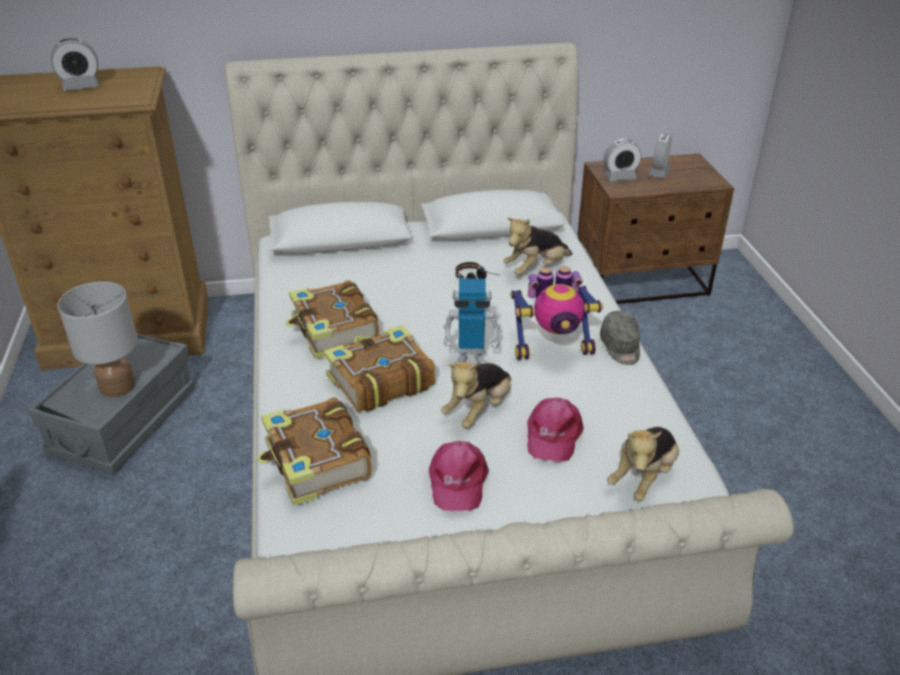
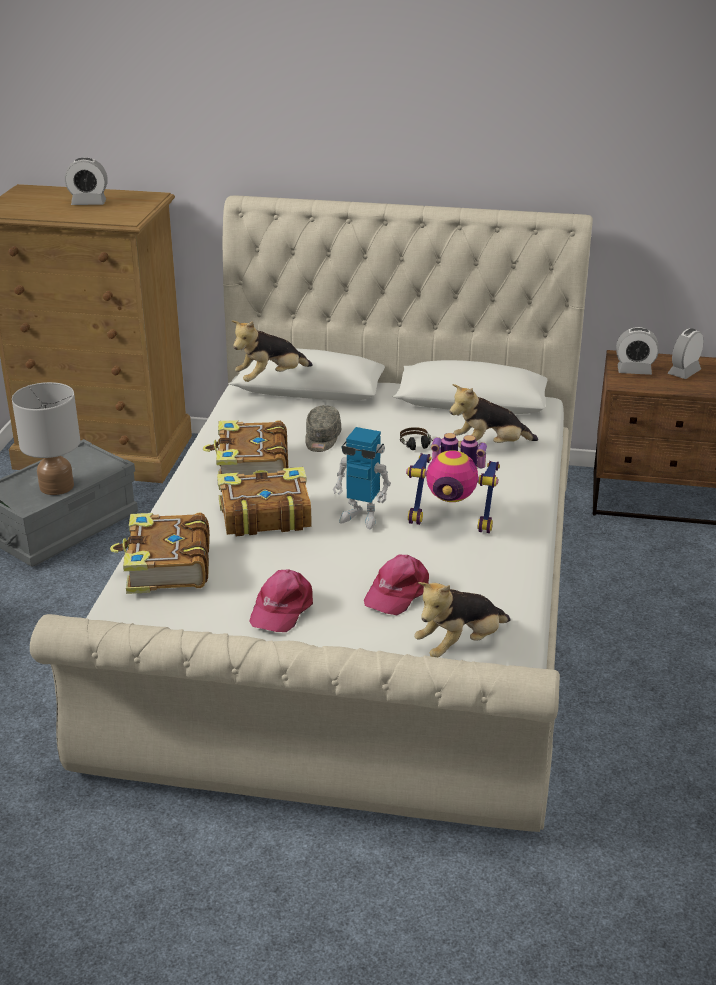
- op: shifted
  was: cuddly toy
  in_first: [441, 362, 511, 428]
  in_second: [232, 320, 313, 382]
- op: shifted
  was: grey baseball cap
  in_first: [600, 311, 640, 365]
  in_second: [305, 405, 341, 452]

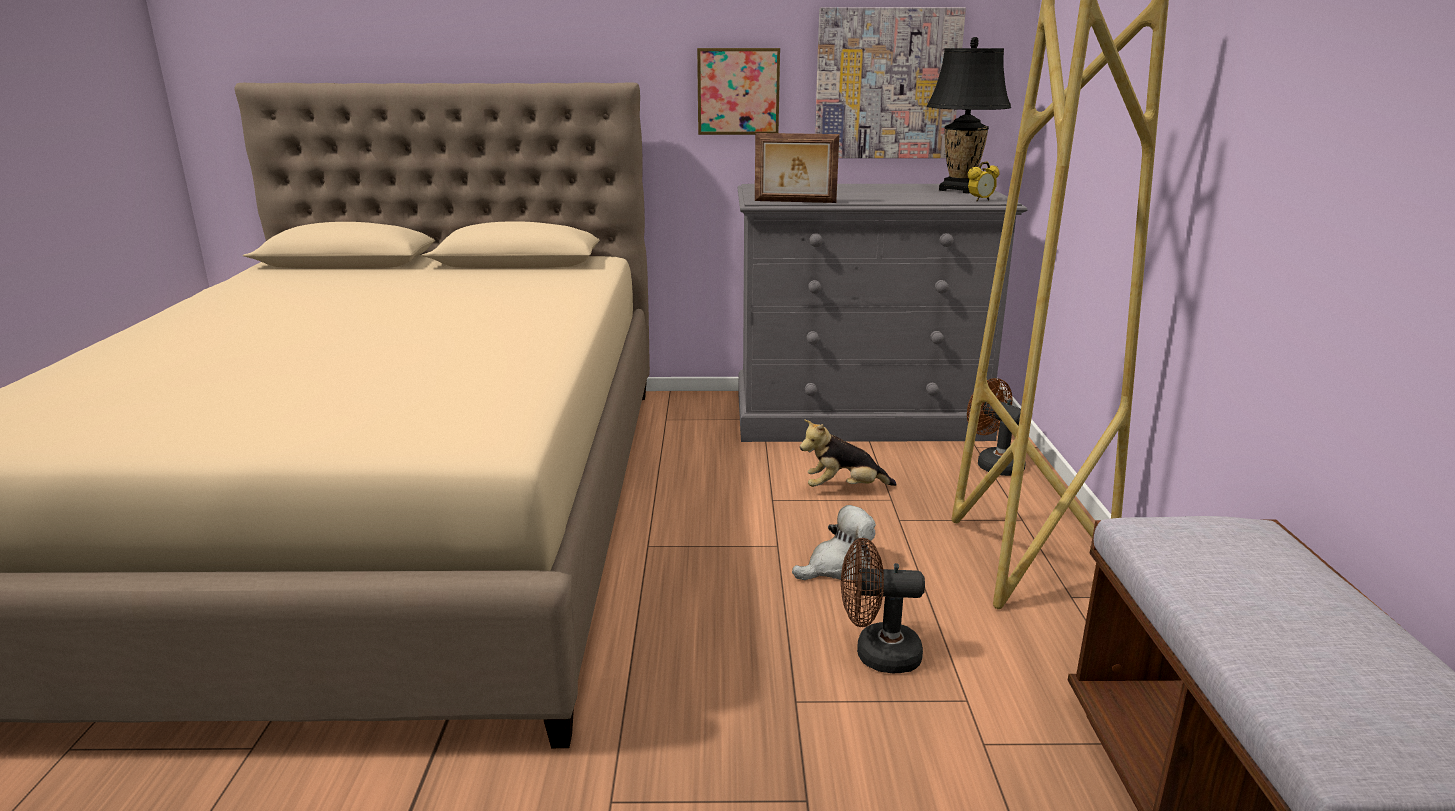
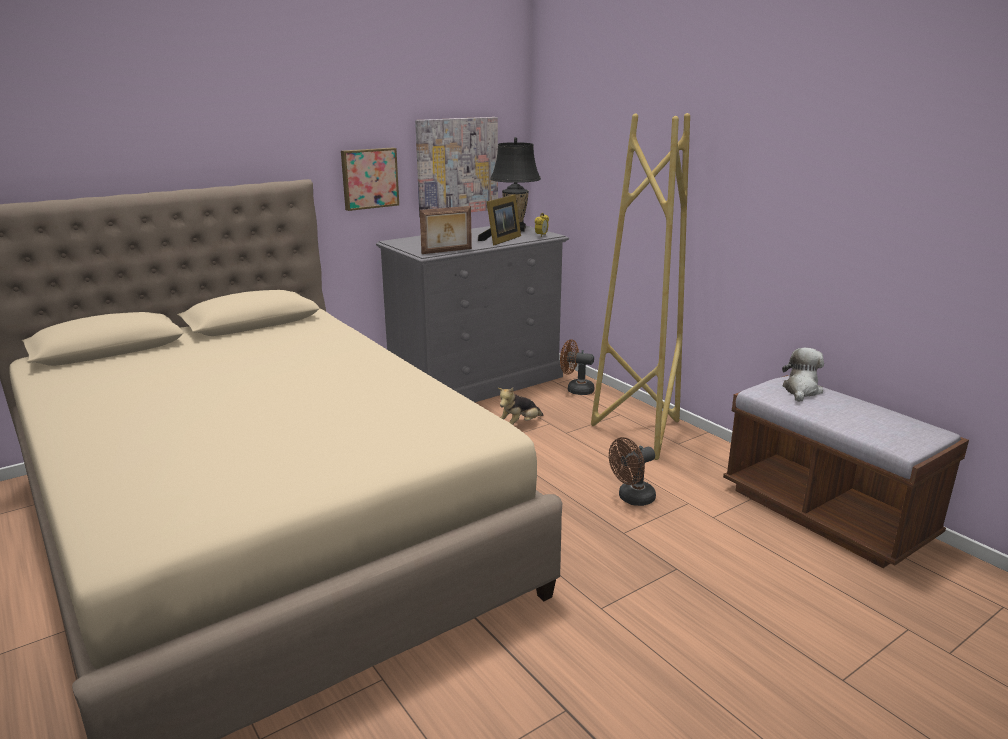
- op: new
  now: standing frame
  in_second: [478, 194, 521, 246]
- op: shifted
  was: cuddly toy
  in_first: [792, 505, 876, 580]
  in_second: [782, 348, 824, 402]

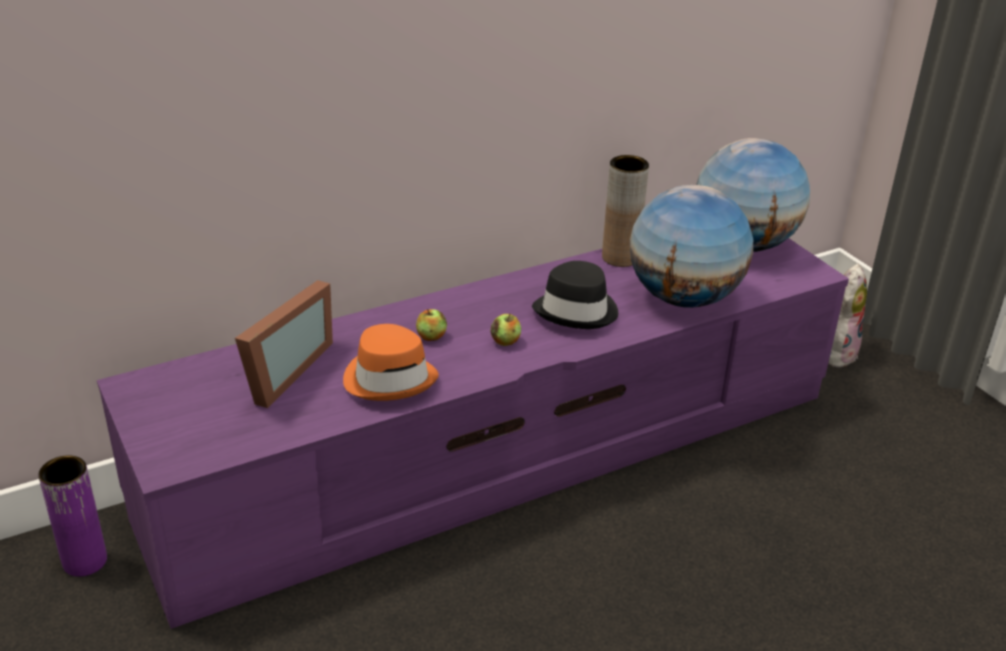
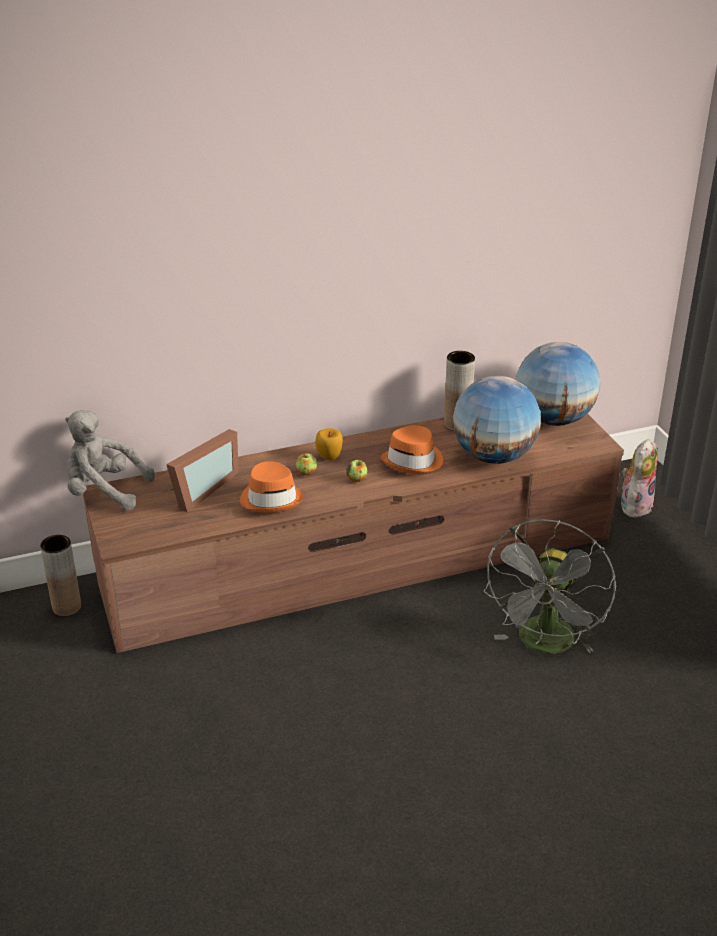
- op: new
  now: grey cuddly toy
  in_second: [65, 410, 155, 510]
- op: new
  now: apple fruit
  in_second: [315, 428, 343, 461]
- op: new
  now: grey fan
  in_second: [483, 519, 616, 654]
- op: repainted
  was: purple decorative vase
  now: brown decorative vase
  in_first: [38, 455, 107, 577]
  in_second: [40, 535, 81, 616]
- op: repainted
  was: purple tv stand
  now: brown tv stand
  in_first: [97, 238, 849, 629]
  in_second: [83, 413, 624, 653]
- op: repainted
  was: blackish hat
  now: orange-coloured hat
  in_first: [532, 261, 618, 329]
  in_second: [380, 425, 443, 474]

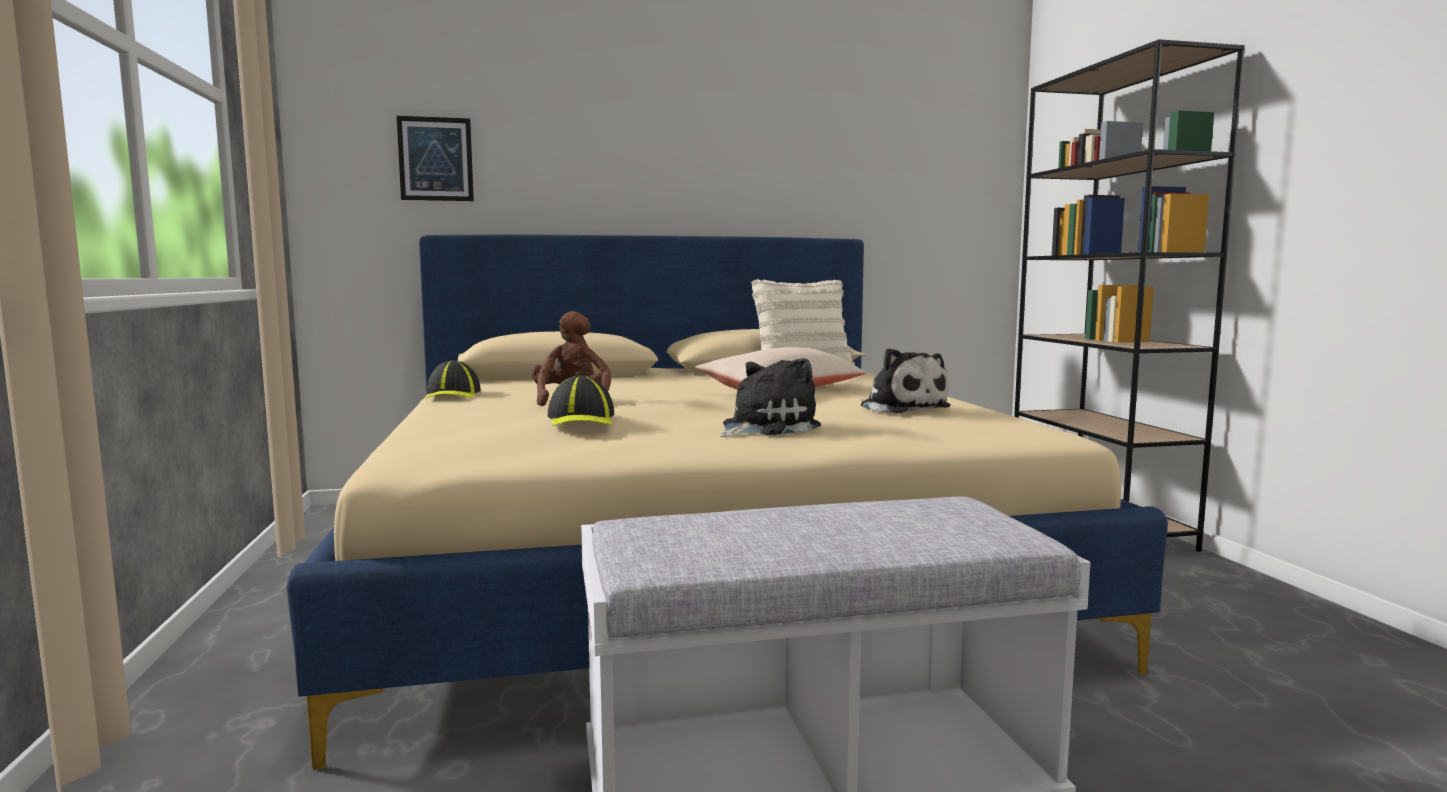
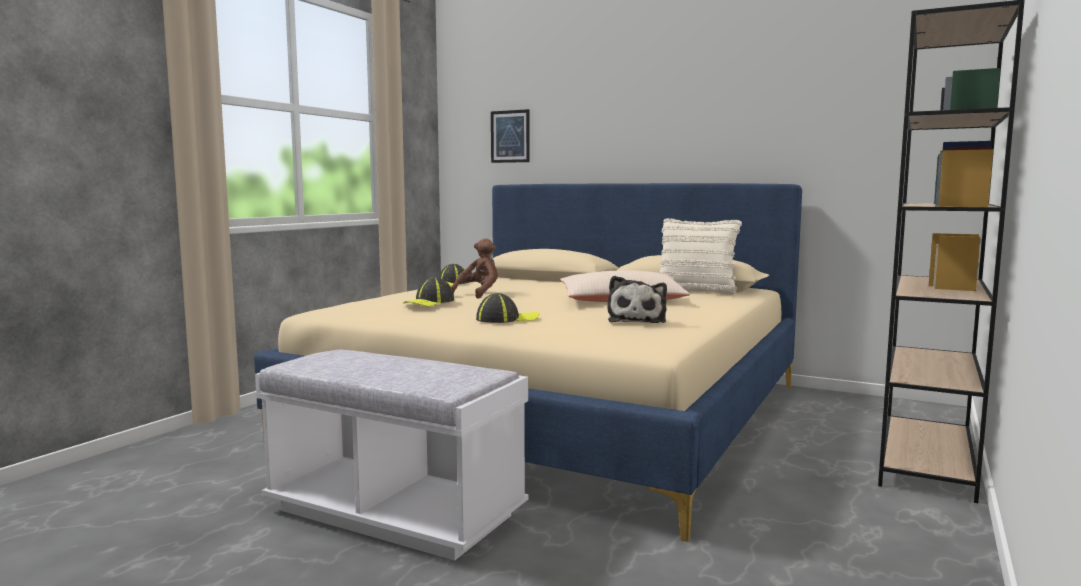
- op: swapped
  was: cuddly toy
  now: baseball cap
  in_first: [720, 358, 821, 437]
  in_second: [476, 293, 539, 323]

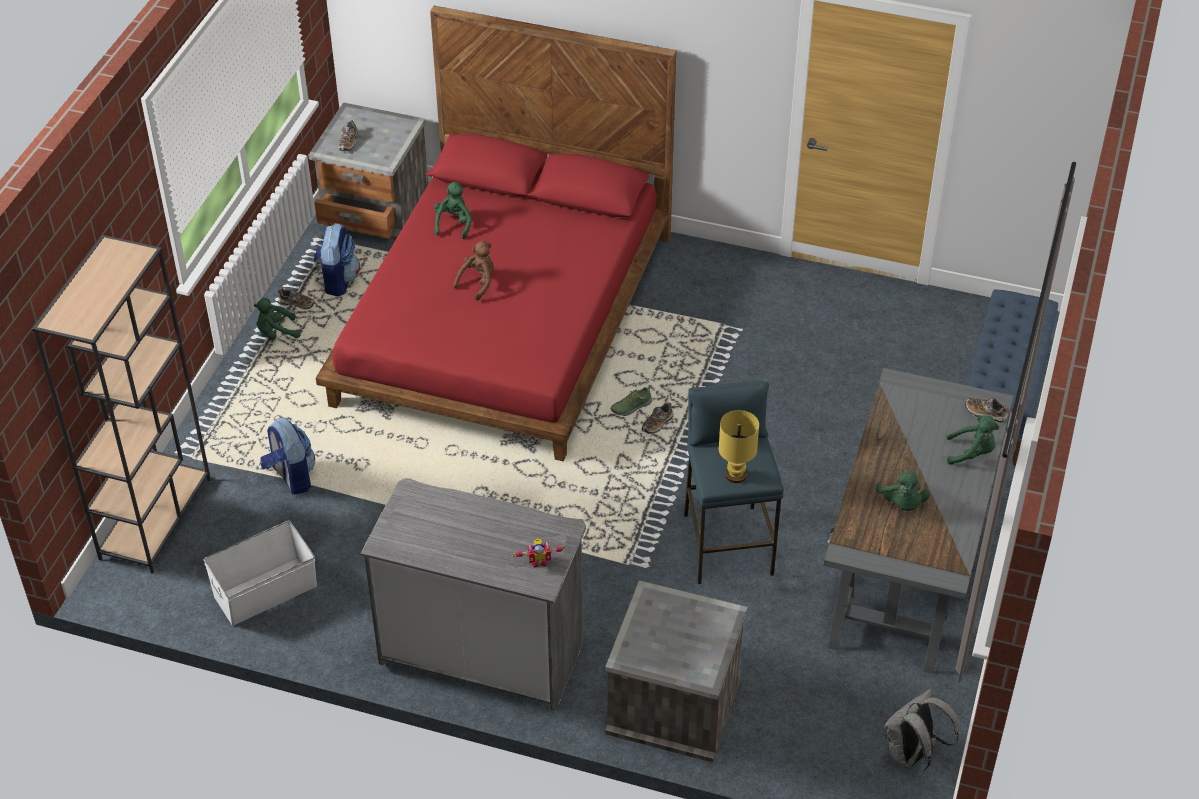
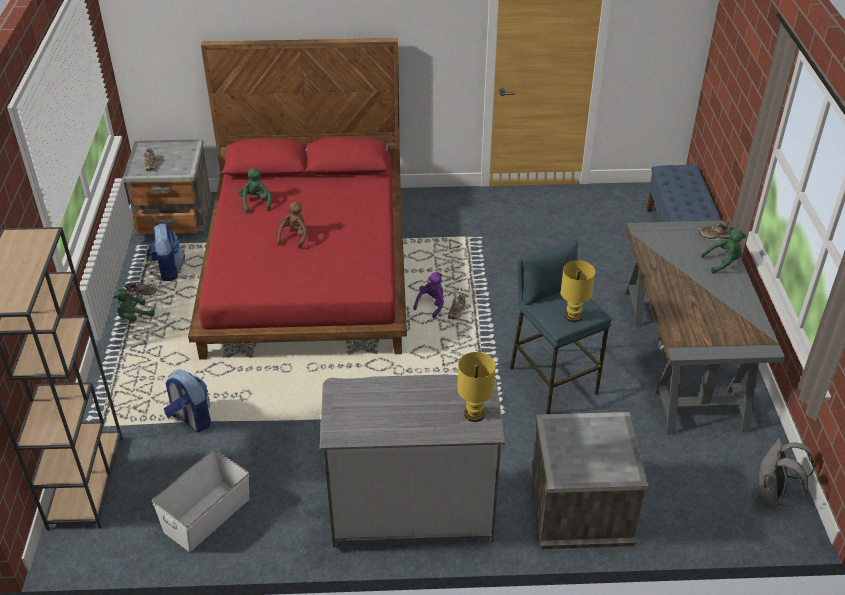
- op: gone
  was: greenish cuddly toy
  in_first: [876, 470, 931, 511]
- op: swapped
  was: model robot
  now: yellowish tabletop lamp
  in_first: [512, 538, 566, 568]
  in_second: [457, 352, 496, 422]
- op: swapped
  was: shoe
  now: purple cuddly toy
  in_first: [611, 387, 652, 416]
  in_second: [413, 272, 444, 318]

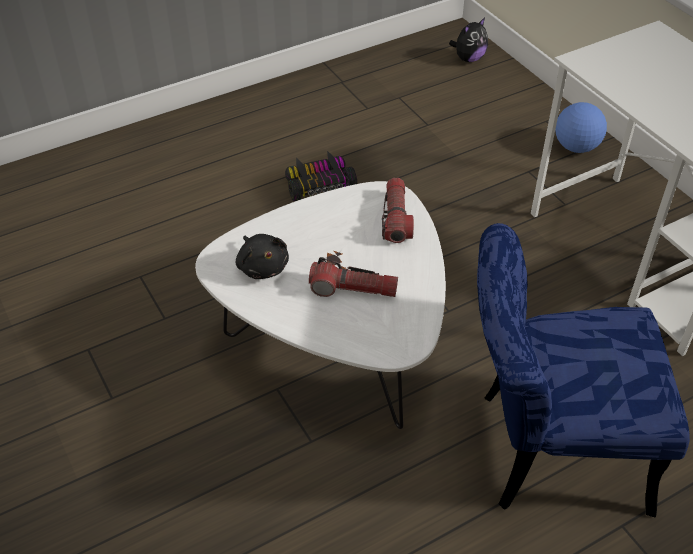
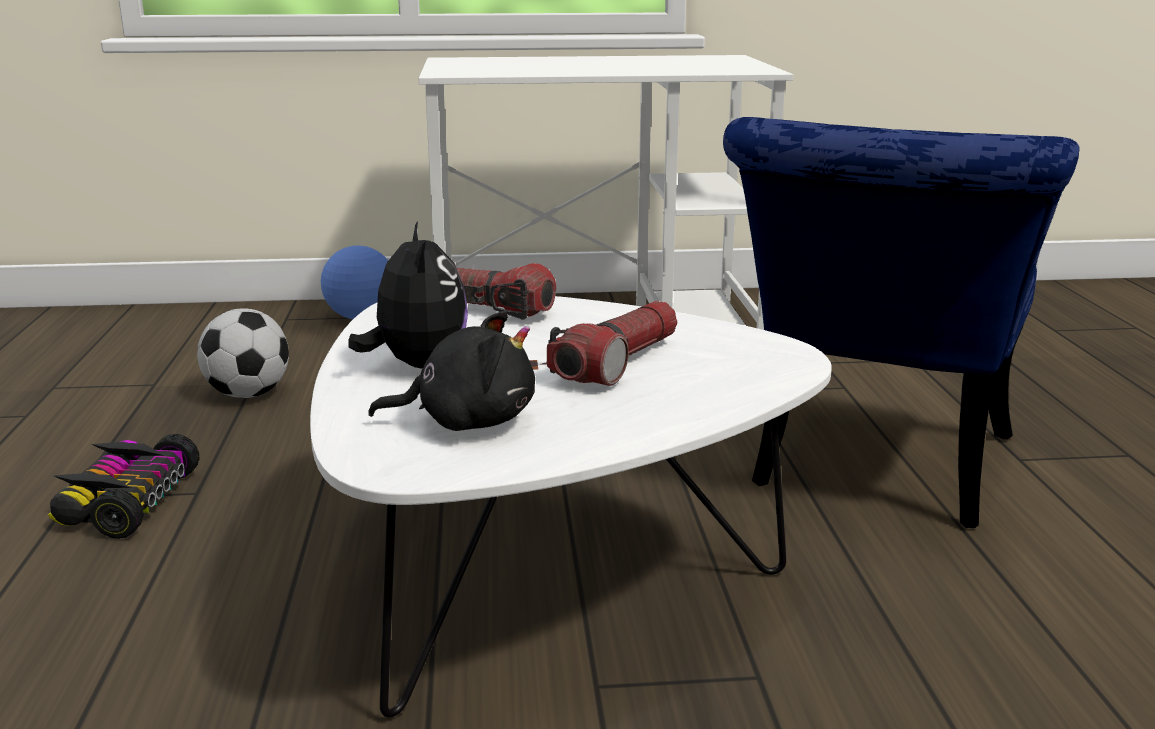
- op: new
  now: football ball
  in_second: [197, 308, 289, 398]
- op: shifted
  was: cuddly toy
  in_first: [449, 18, 488, 62]
  in_second: [348, 221, 468, 368]

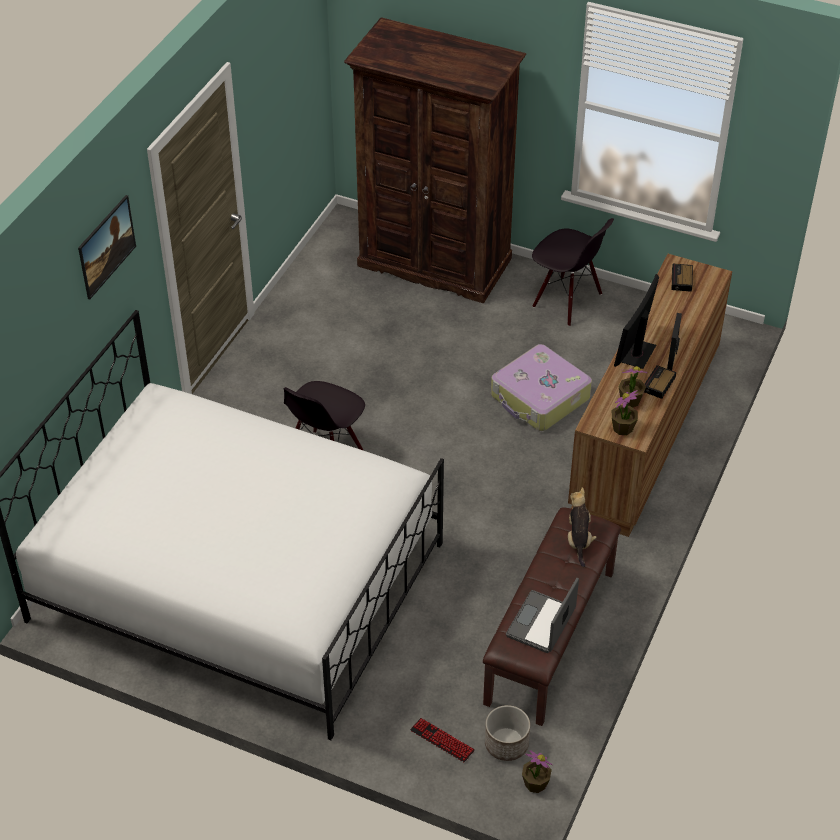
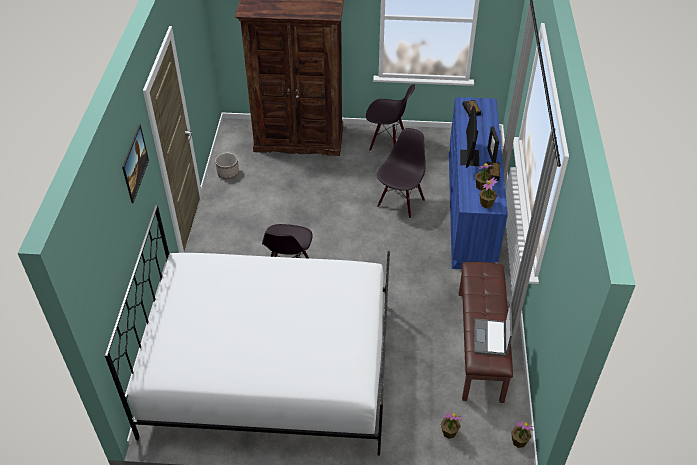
- op: gone
  was: cuddly toy
  in_first: [568, 487, 597, 567]
- op: shifted
  was: plant pot
  in_first: [485, 705, 530, 761]
  in_second: [215, 153, 239, 179]
- op: swapped
  was: PC keyboard
  now: plant in a pot
  in_first: [410, 718, 475, 763]
  in_second: [441, 412, 462, 439]
- op: swapped
  was: piece of luggage
  now: blackish upright chair
  in_first: [491, 344, 592, 431]
  in_second: [377, 128, 426, 218]
- op: repainted
  was: brown chest of drawers
  now: bluish chest of drawers
  in_first: [568, 254, 732, 537]
  in_second: [449, 97, 508, 269]

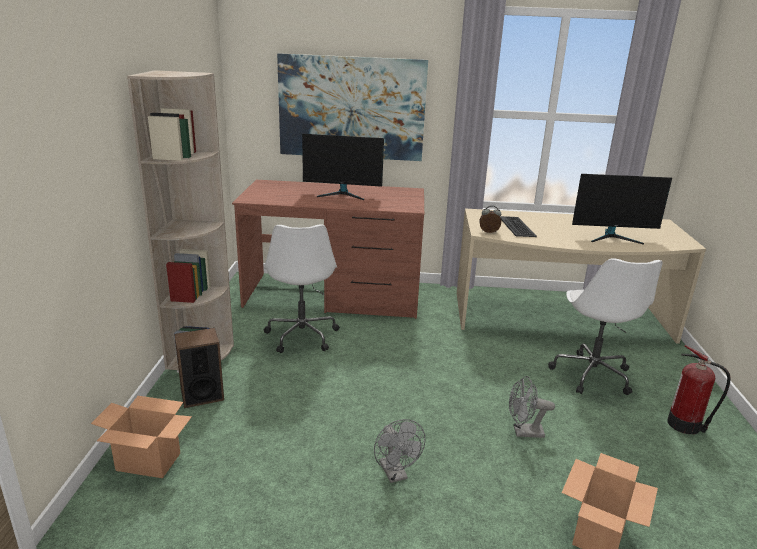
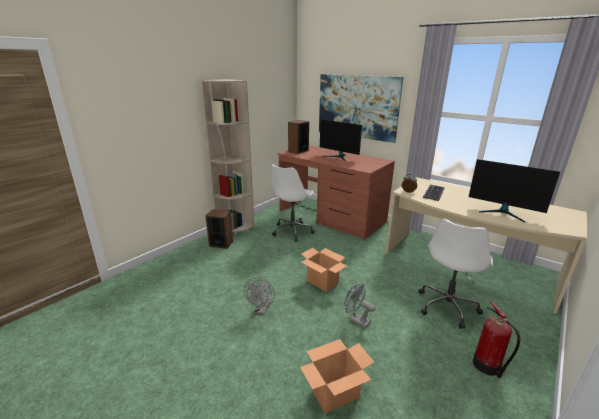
- op: new
  now: loudspeaker
  in_second: [288, 120, 309, 154]
- op: shifted
  was: packing box
  in_first: [91, 396, 192, 478]
  in_second: [301, 248, 347, 292]

